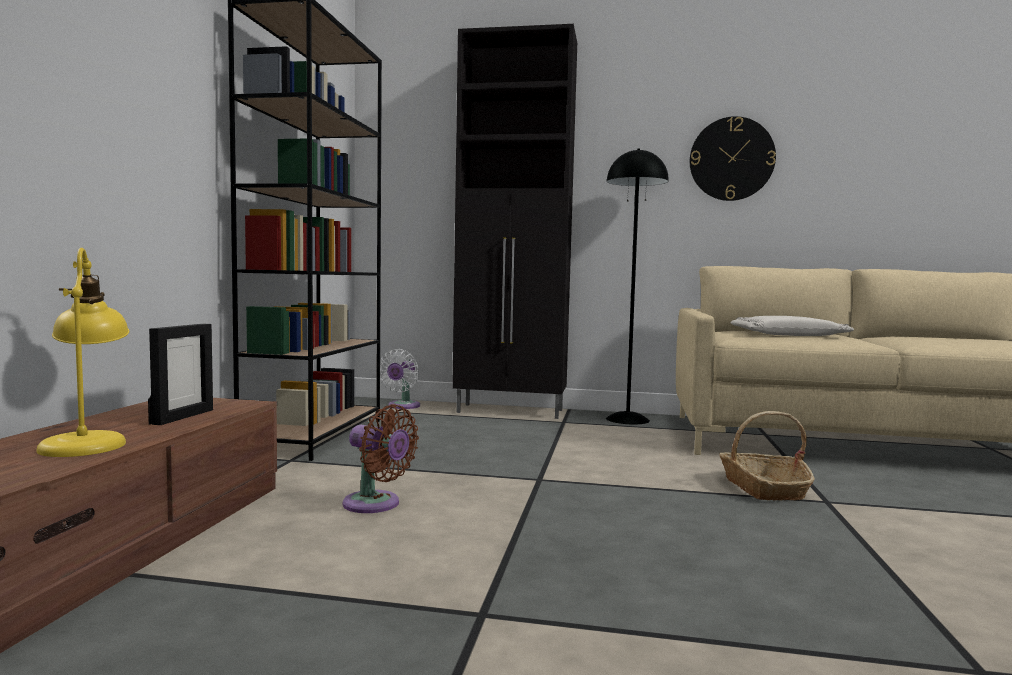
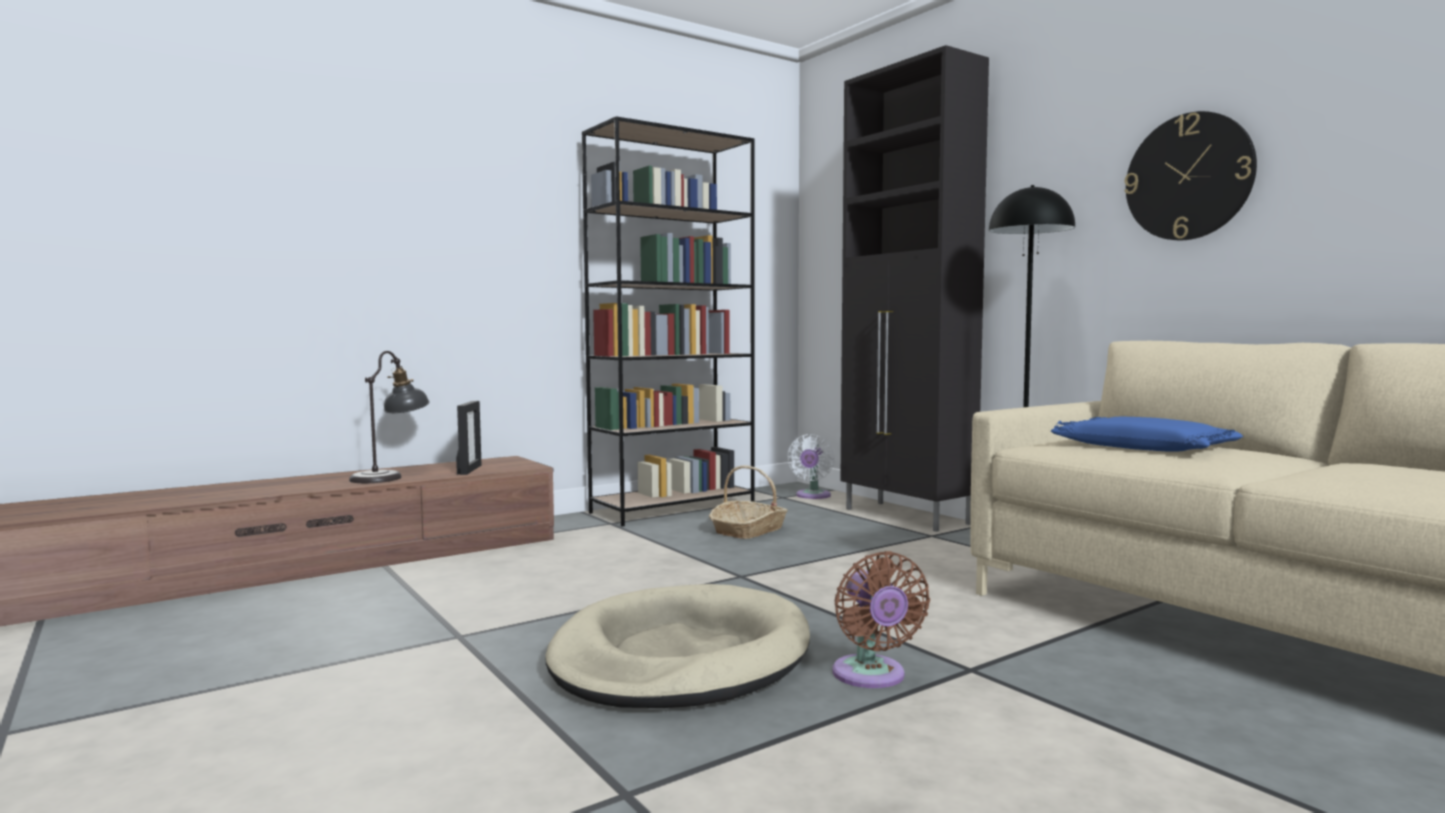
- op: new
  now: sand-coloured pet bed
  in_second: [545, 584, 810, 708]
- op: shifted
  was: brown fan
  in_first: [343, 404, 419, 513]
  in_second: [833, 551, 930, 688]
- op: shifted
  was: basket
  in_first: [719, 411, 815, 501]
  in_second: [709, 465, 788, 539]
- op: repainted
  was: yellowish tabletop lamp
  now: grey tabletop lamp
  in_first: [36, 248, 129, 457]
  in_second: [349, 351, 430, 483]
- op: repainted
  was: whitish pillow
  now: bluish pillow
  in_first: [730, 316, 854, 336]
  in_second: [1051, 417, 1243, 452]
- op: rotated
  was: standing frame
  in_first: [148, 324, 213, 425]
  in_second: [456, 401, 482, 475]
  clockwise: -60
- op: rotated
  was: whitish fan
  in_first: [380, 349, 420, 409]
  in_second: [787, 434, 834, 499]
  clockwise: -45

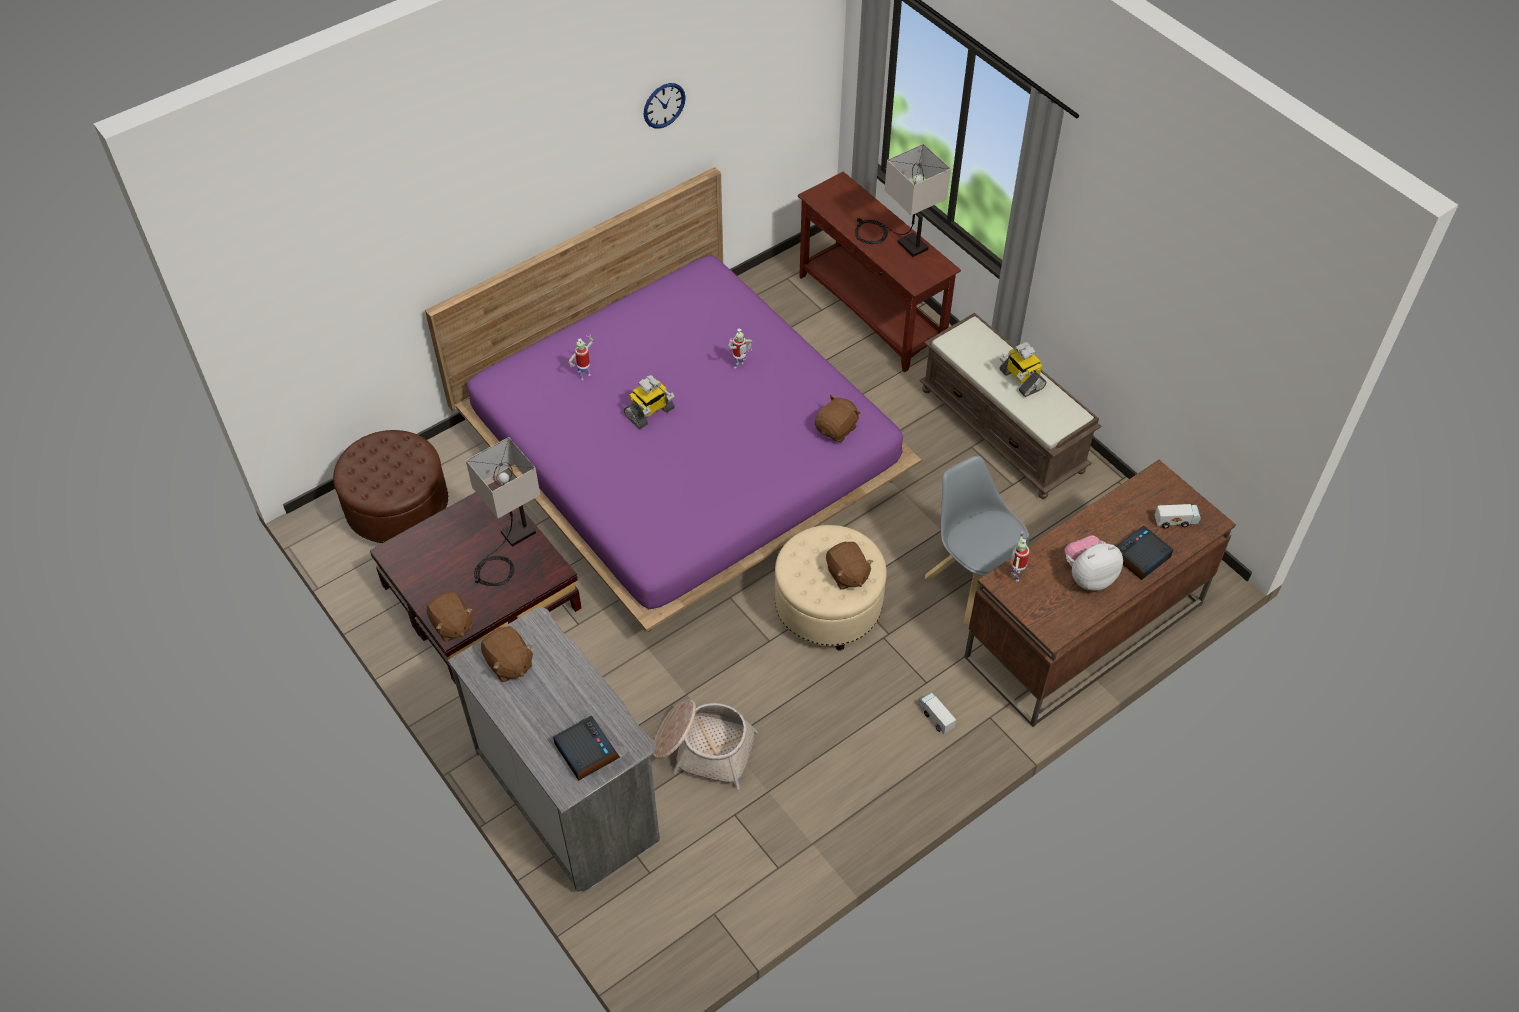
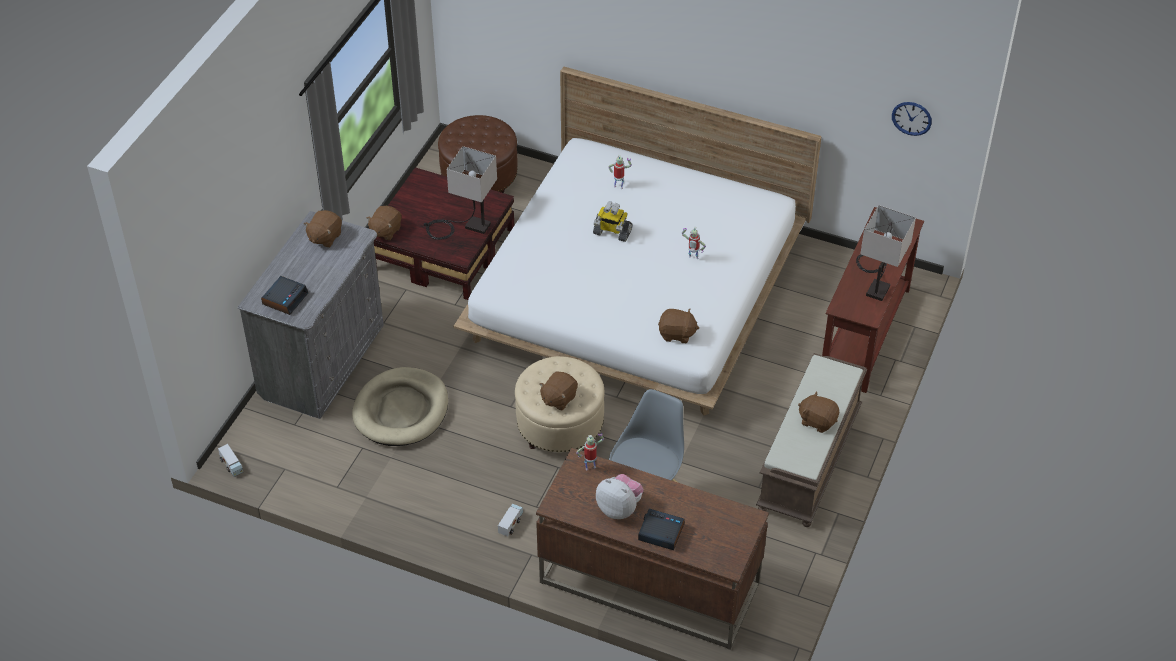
- op: shifted
  was: wall clock
  in_first: [644, 83, 686, 129]
  in_second: [892, 102, 932, 136]
- op: shifted
  was: model truck
  in_first: [1155, 504, 1201, 529]
  in_second: [218, 444, 243, 477]
- op: swapped
  was: basket
  now: sand-coloured pet bed
  in_first: [653, 699, 758, 790]
  in_second: [352, 367, 448, 446]
- op: swapped
  was: model robot
  now: brown cuddly toy
  in_first: [999, 342, 1046, 397]
  in_second: [798, 391, 839, 433]
- op: repainted
  was: purple bed
  now: whitish bed
  in_first: [425, 167, 922, 632]
  in_second: [454, 67, 822, 416]

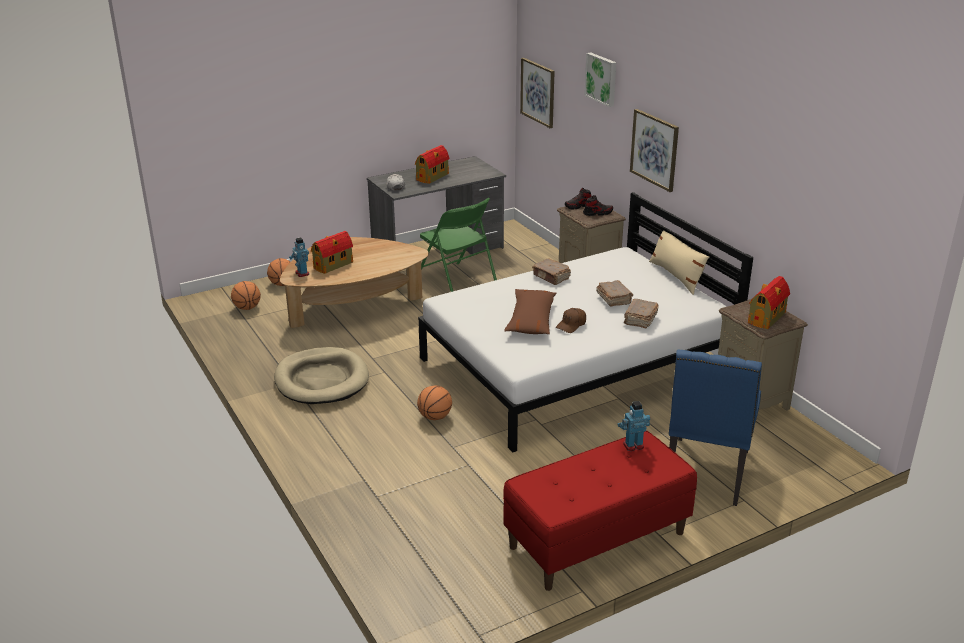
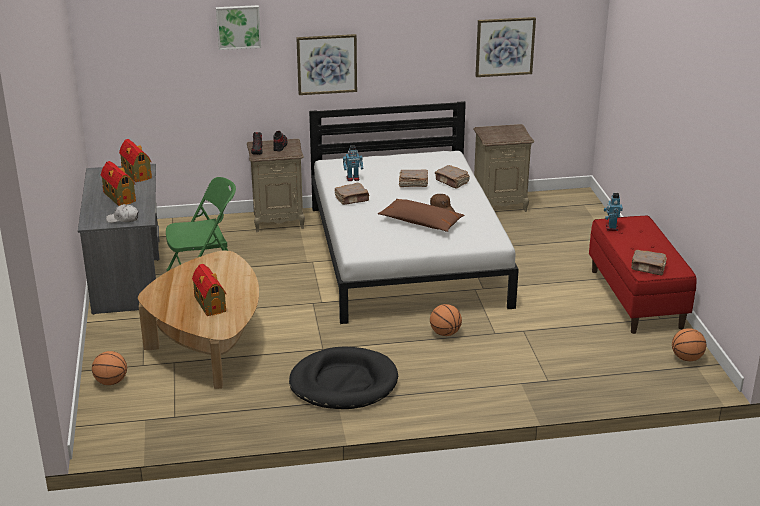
- op: gone
  was: sand-coloured pillow
  in_first: [649, 230, 709, 295]
- op: gone
  was: bluish upright chair
  in_first: [669, 349, 762, 506]
- op: new
  now: brown bound book
  in_second: [631, 250, 667, 275]
- op: shifted
  was: ball for basketball
  in_first: [231, 281, 261, 310]
  in_second: [672, 328, 706, 361]
- op: shifted
  was: model robot
  in_first: [289, 237, 309, 277]
  in_second: [343, 145, 363, 181]
- op: shifted
  was: wall art
  in_first: [520, 58, 555, 128]
  in_second: [475, 17, 536, 77]
- op: shifted
  was: toy house
  in_first: [748, 276, 790, 329]
  in_second: [119, 139, 152, 182]
- op: repainted
  was: sand-coloured pet bed
  now: blackish pet bed
  in_first: [274, 347, 369, 404]
  in_second: [289, 346, 398, 409]

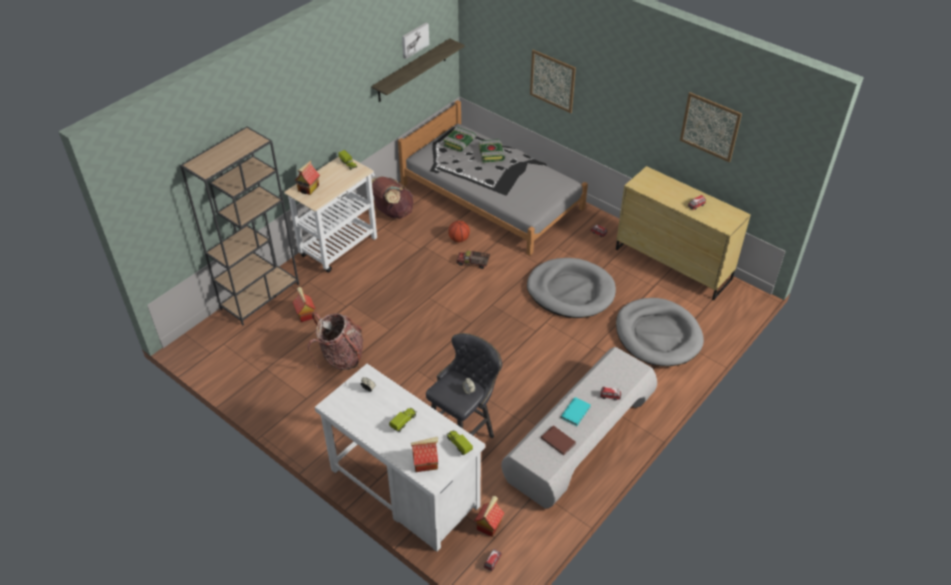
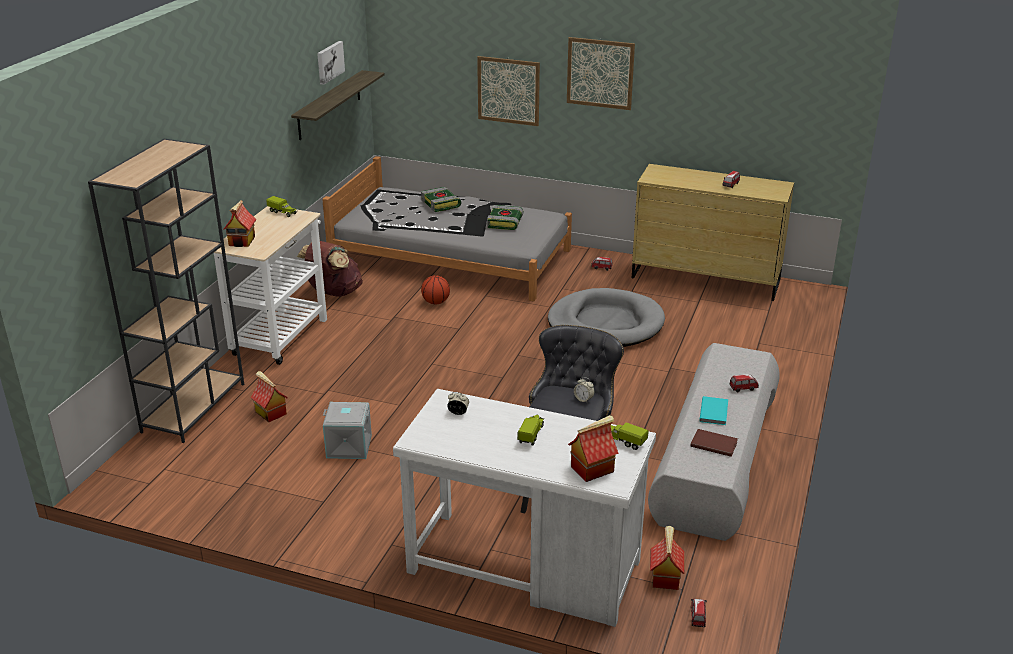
- op: gone
  was: model truck
  in_first: [456, 251, 490, 269]
- op: gone
  was: grey pet bed
  in_first: [616, 298, 704, 366]
- op: shifted
  was: bound book
  in_first: [444, 127, 476, 152]
  in_second: [487, 205, 523, 230]
- op: shifted
  was: wall art
  in_first: [680, 92, 742, 163]
  in_second: [567, 37, 635, 110]
- op: swapped
  was: backpack
  now: grey storage box
  in_first: [308, 312, 363, 370]
  in_second: [323, 402, 372, 459]

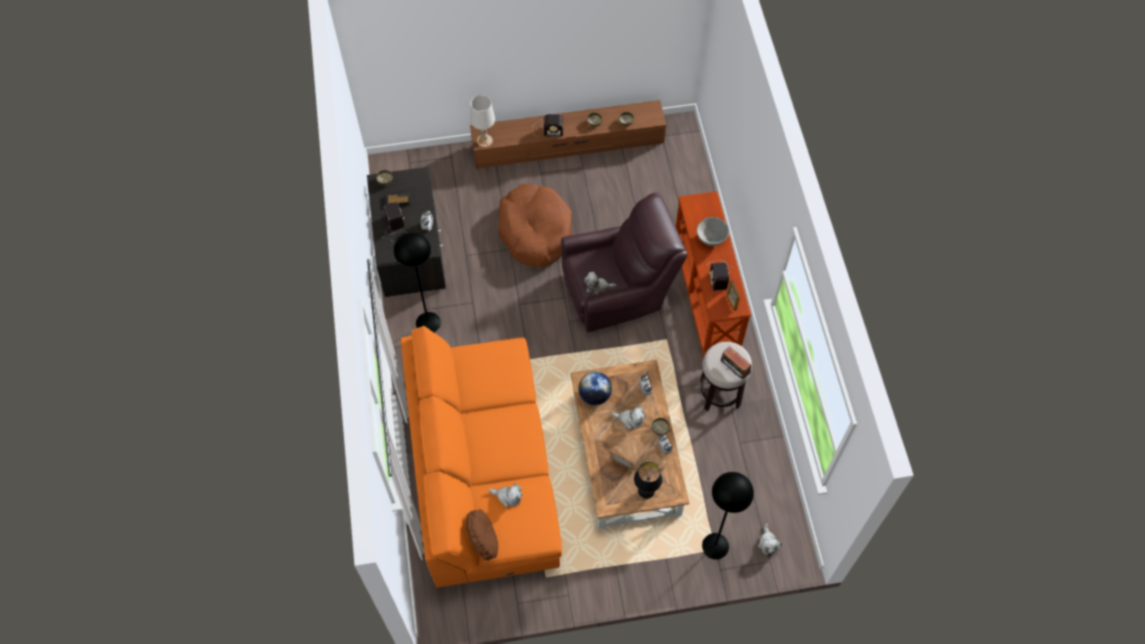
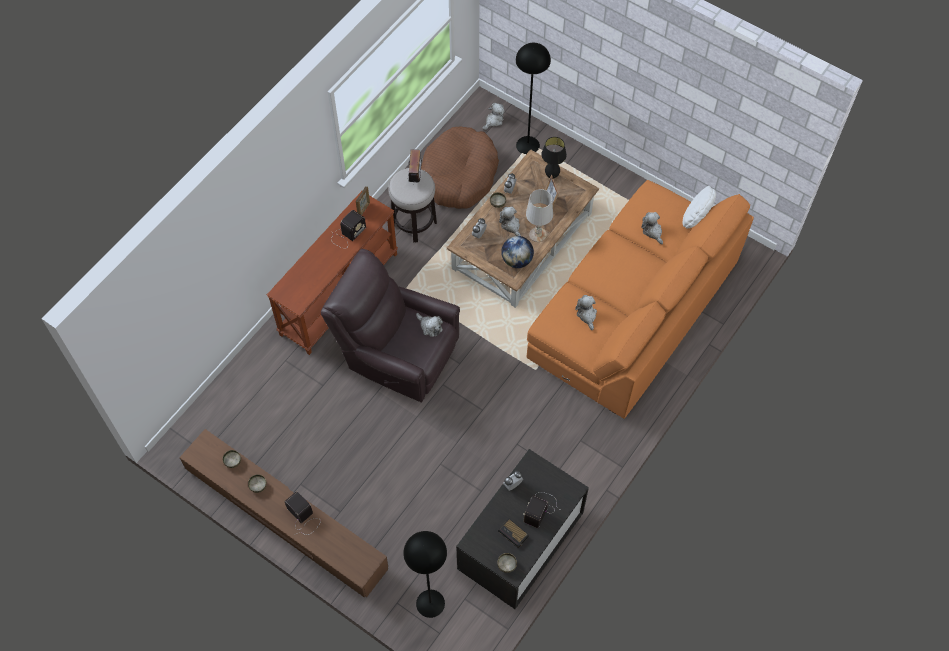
- op: gone
  was: grey deep dish
  in_first: [696, 217, 729, 246]
- op: new
  now: cuddly toy
  in_second: [575, 295, 597, 330]
- op: shifted
  was: blackish floor lamp
  in_first: [394, 232, 441, 332]
  in_second: [403, 531, 447, 618]
- op: shifted
  was: whitish tabletop lamp
  in_first: [470, 95, 495, 147]
  in_second: [526, 189, 553, 242]
- op: shifted
  was: brown pet bed
  in_first: [498, 184, 572, 268]
  in_second: [421, 126, 499, 209]
- op: repainted
  was: brown pillow
  now: whitish pillow
  in_first: [466, 509, 498, 561]
  in_second: [683, 186, 716, 228]

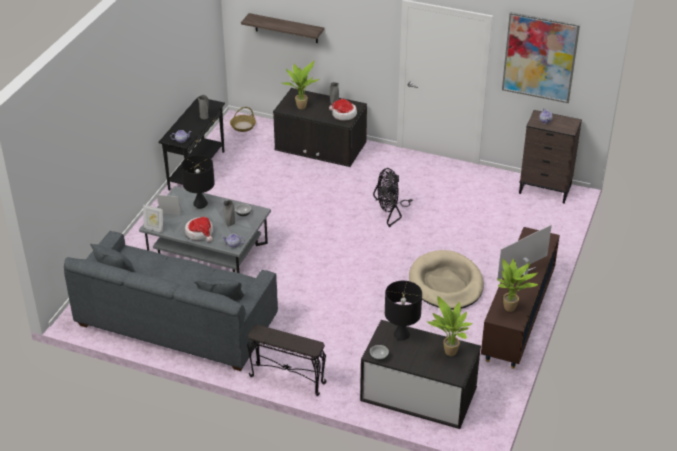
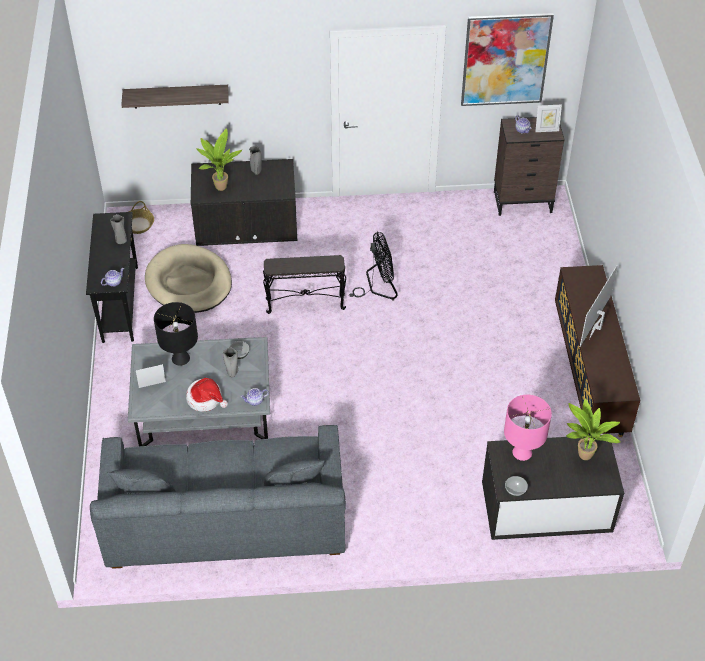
- op: gone
  was: hat
  in_first: [329, 99, 357, 121]
- op: gone
  was: plant in a pot
  in_first: [496, 259, 538, 312]
- op: shifted
  was: standing frame
  in_first: [143, 204, 163, 233]
  in_second: [535, 105, 562, 132]
- op: shifted
  was: blackish accent table
  in_first: [247, 325, 326, 396]
  in_second: [263, 255, 346, 314]
- op: shifted
  was: sand-coloured pet bed
  in_first: [409, 250, 484, 310]
  in_second: [145, 244, 232, 313]
- op: repainted
  was: blackish tabletop lamp
  now: pinkish tabletop lamp
  in_first: [385, 281, 422, 341]
  in_second: [504, 395, 552, 461]
- op: rotated
  was: blackish fan
  in_first: [373, 168, 413, 227]
  in_second: [348, 231, 398, 301]
  clockwise: -150

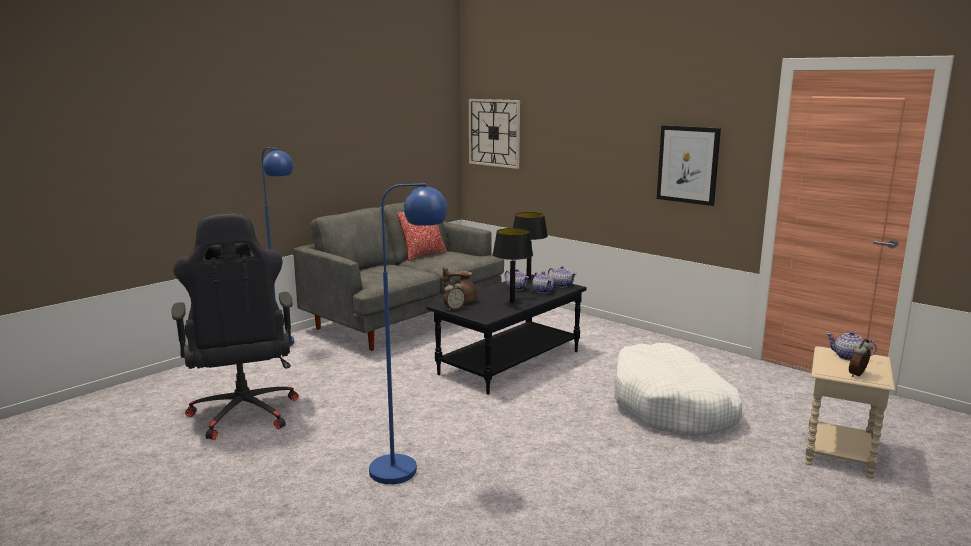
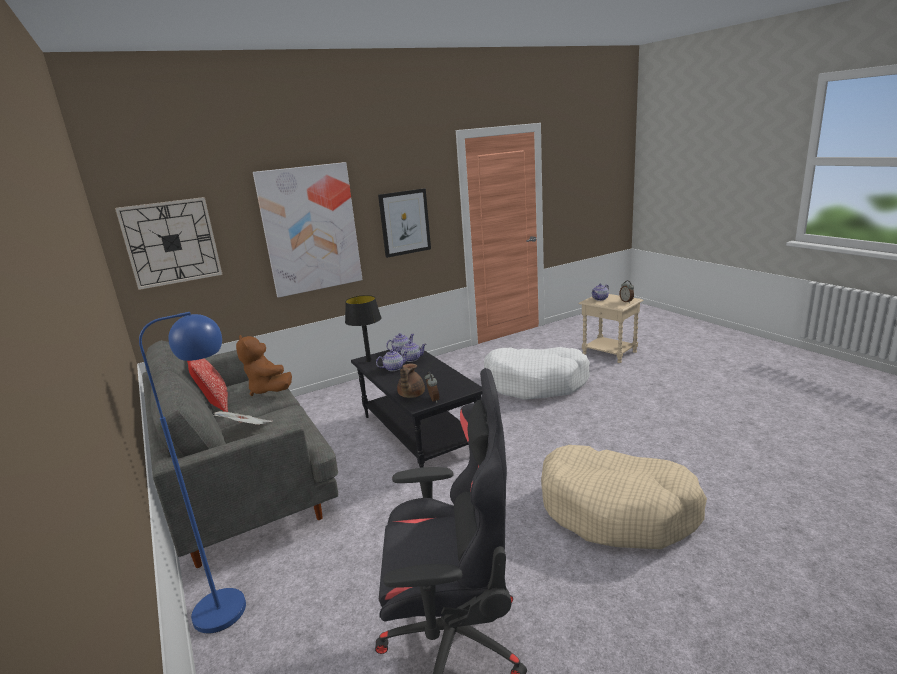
- op: gone
  was: blackish tabletop lamp
  in_first: [493, 228, 533, 303]
- op: new
  now: newspaper
  in_second: [214, 411, 272, 425]
- op: new
  now: brown cuddly toy
  in_second: [236, 335, 292, 396]
- op: new
  now: wall art
  in_second: [253, 162, 363, 298]
- op: swapped
  was: bluish floor lamp
  now: sand-coloured pet bed
  in_first: [369, 183, 447, 484]
  in_second: [541, 445, 707, 549]

